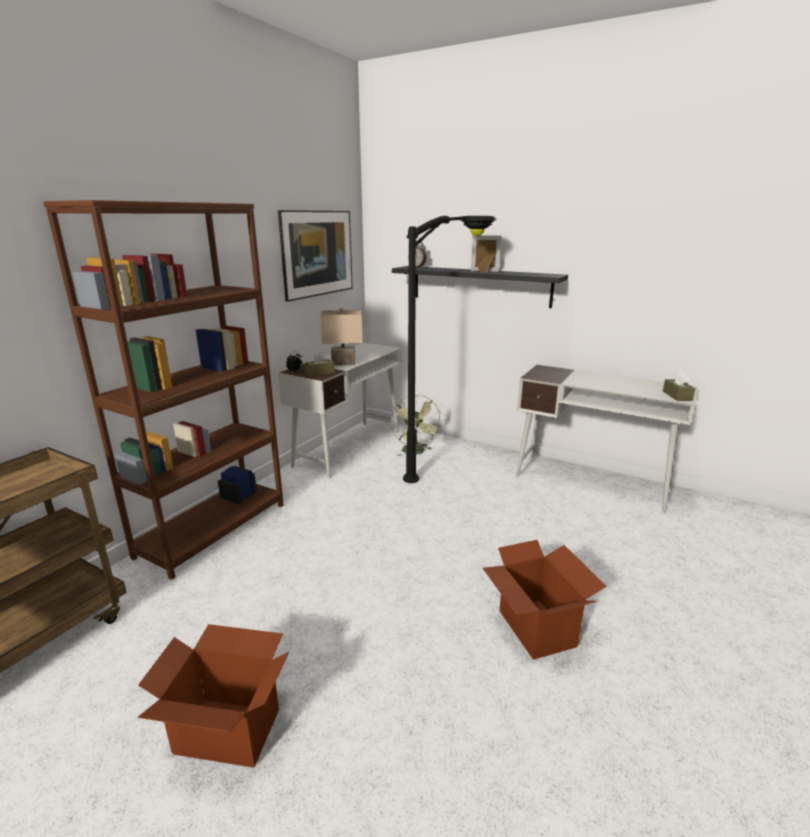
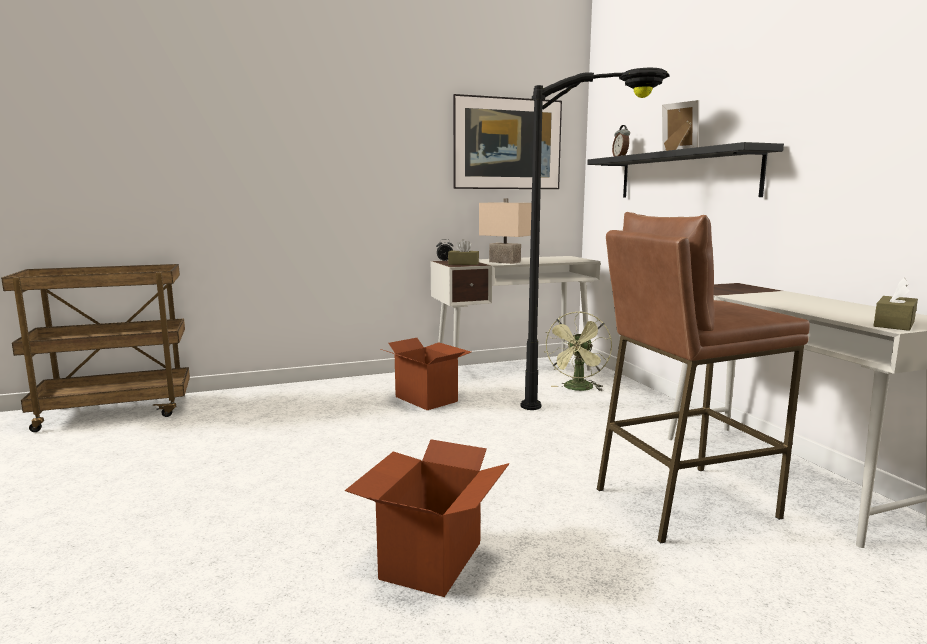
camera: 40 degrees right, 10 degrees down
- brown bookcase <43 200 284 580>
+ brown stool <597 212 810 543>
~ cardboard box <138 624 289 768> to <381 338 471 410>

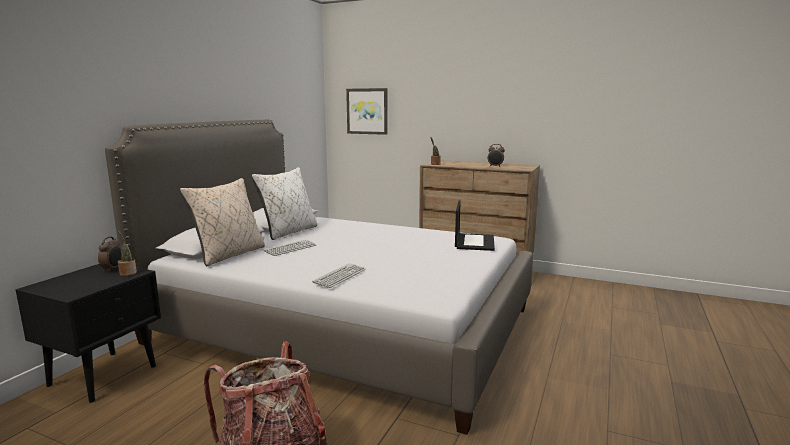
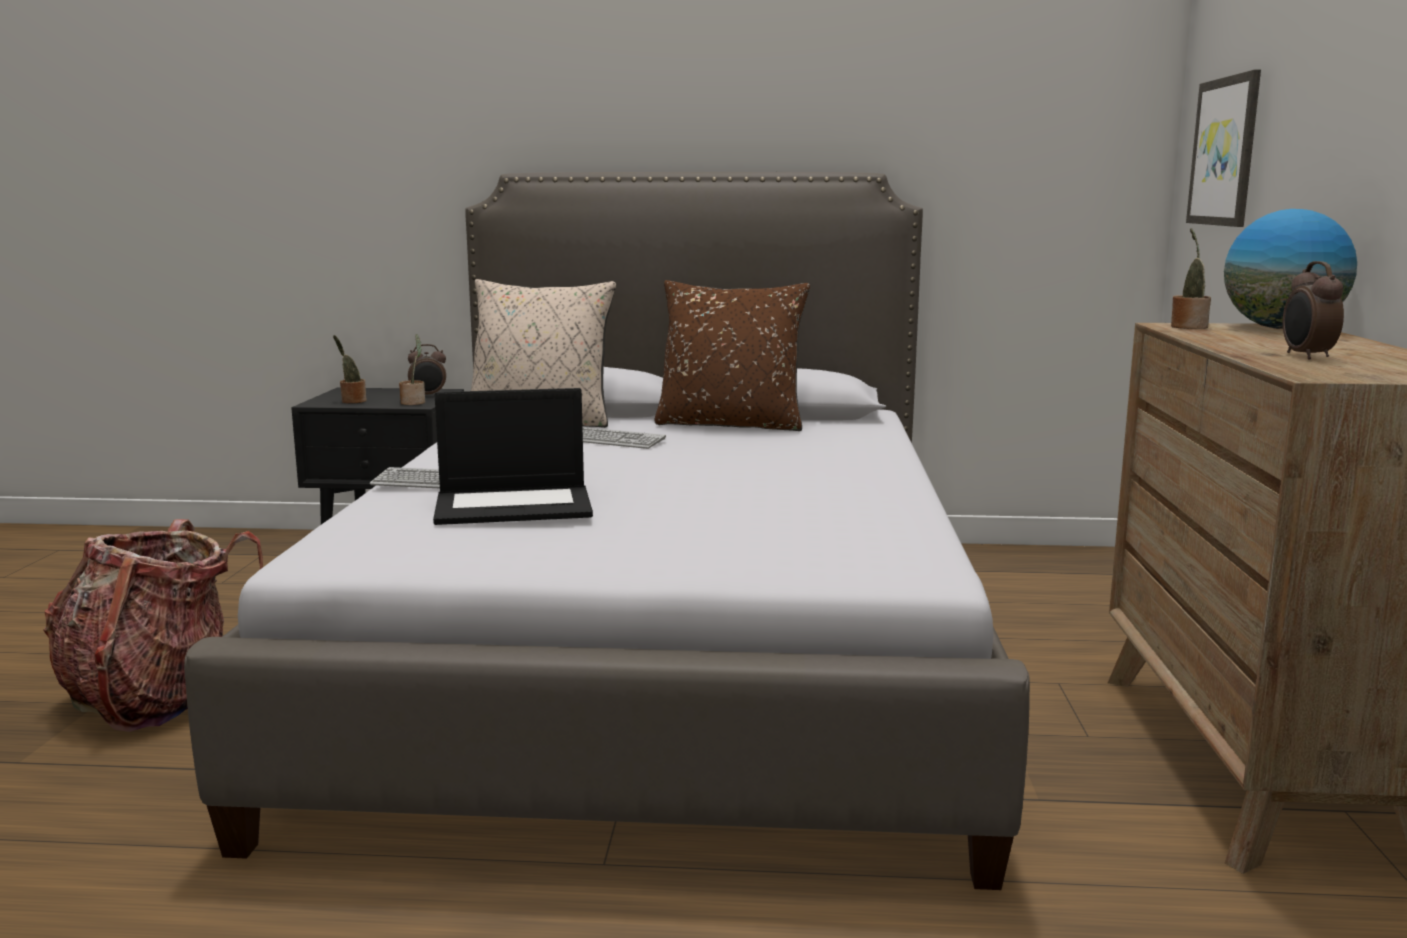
camera: 70 degrees right, 0 degrees up
+ potted plant <333 335 367 403>
+ globe <1224 209 1357 329>
~ laptop <455 201 495 251> to <433 388 593 525>
~ white pillow <252 167 317 240> to brown pillow <654 280 810 431>

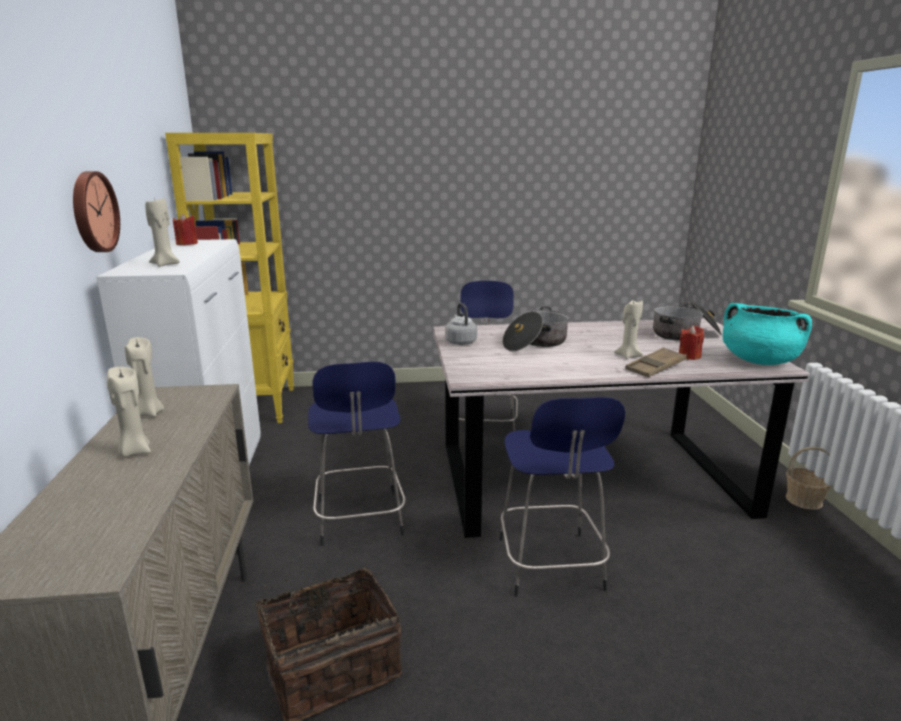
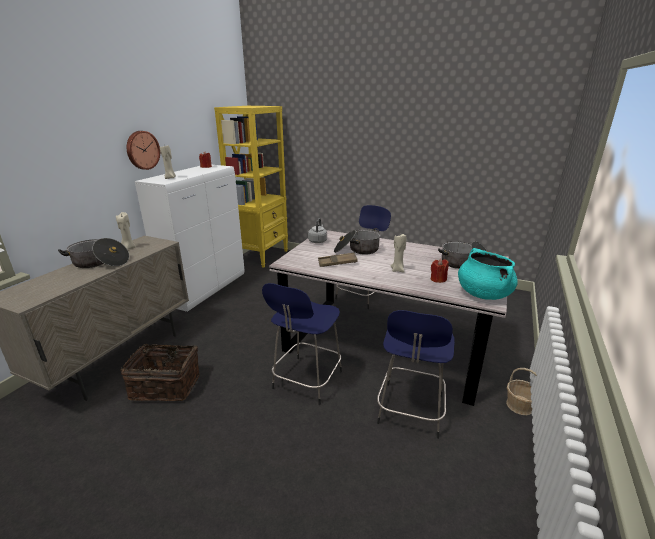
camera: 30 degrees right, 5 degrees up
~ blue stool <308 362 406 546> to <377 310 455 439>
~ brown tray <625 347 687 377> to <318 253 358 267>
~ beige candle <107 367 151 457> to cooking pot <58 238 129 268>

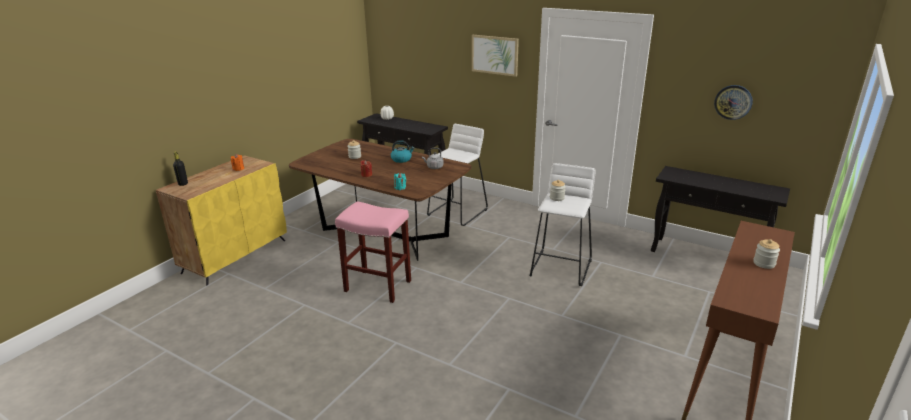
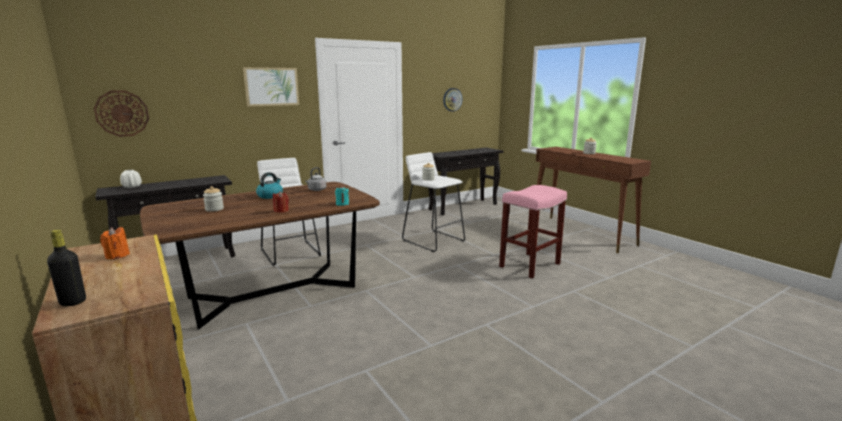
camera: 65 degrees left, 10 degrees down
+ wall clock <94 90 149 137>
~ pink stool <335 201 411 303> to <499 185 567 278>

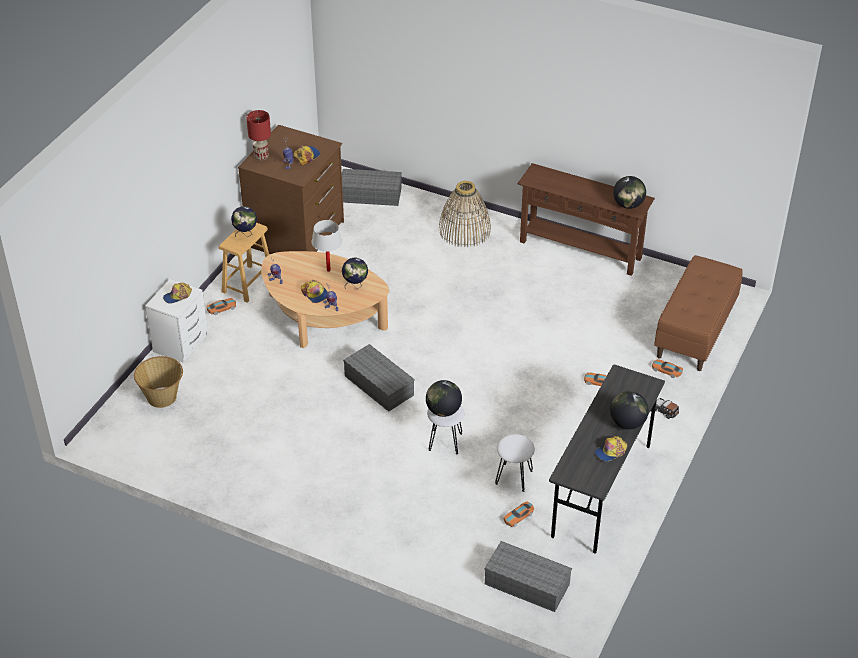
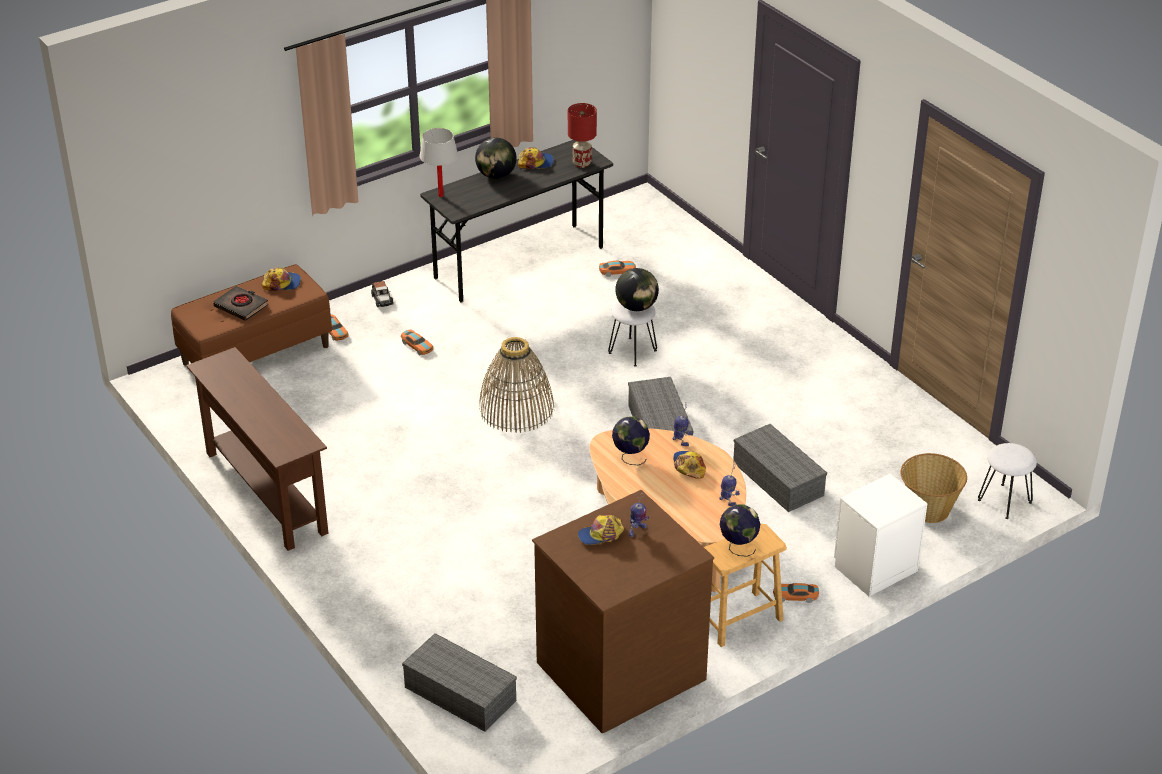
camera: 150 degrees left, 5 degrees down
- globe <613 176 646 209>
+ black book <213 286 268 321>
~ cap <163 283 192 304> to <262 267 301 291>
~ red table lamp <246 110 271 160> to <568 103 597 168>
~ white table lamp <312 220 342 272> to <419 128 458 197>
~ basket <439 181 491 247> to <479 337 554 433>
~ grey storage box <485 541 572 612> to <733 424 827 512>
~ white stool <495 434 535 492> to <978 443 1037 519>

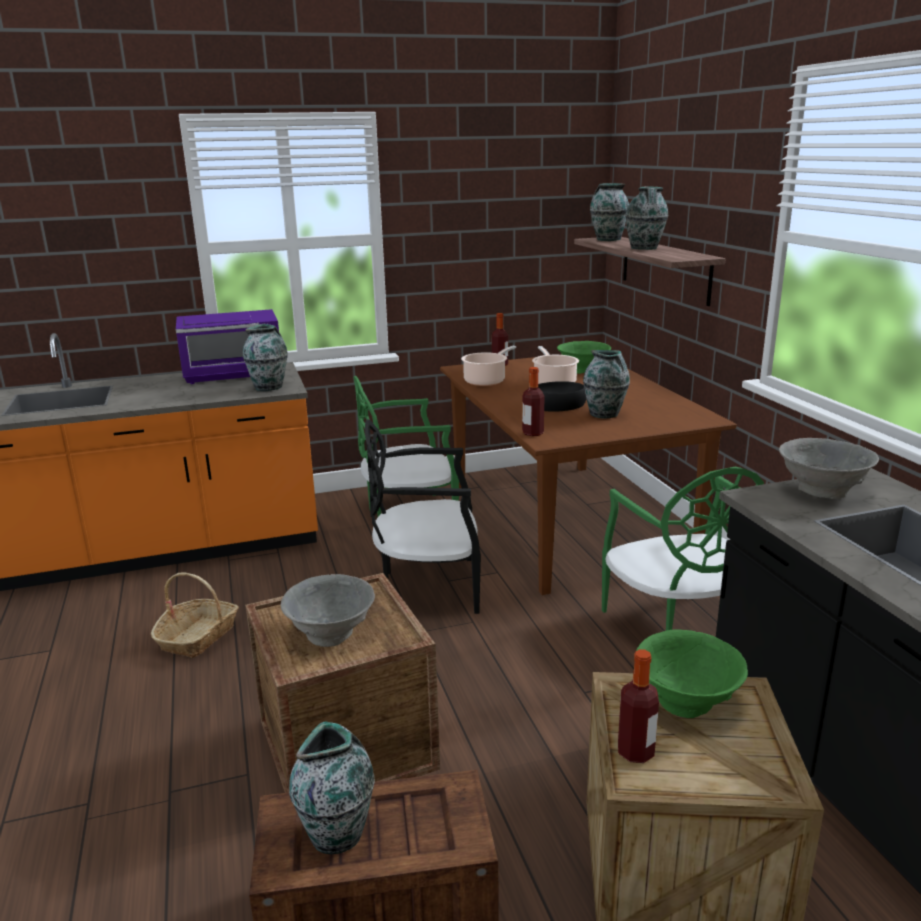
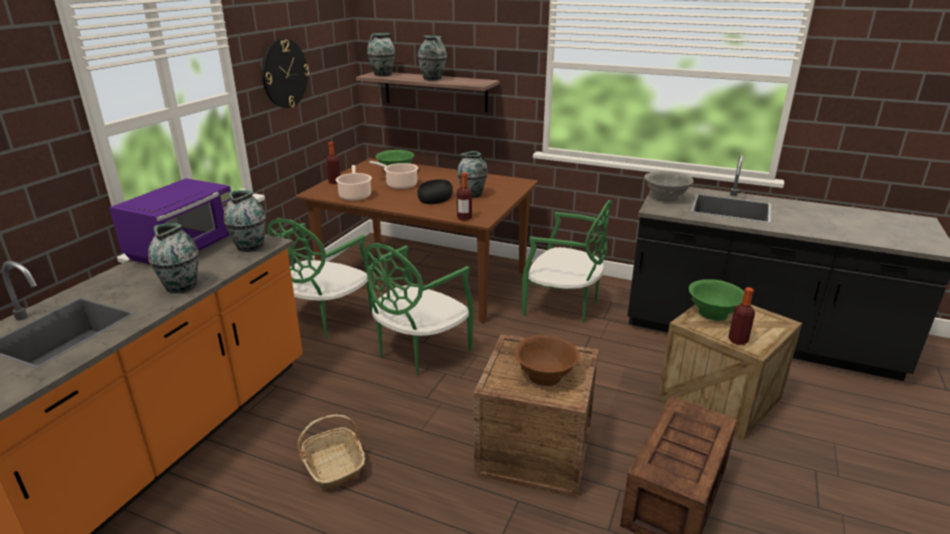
camera: 50 degrees left, 5 degrees up
+ wall clock <262 38 309 108>
~ vase <289 722 375 854> to <148 223 199 293>
~ grey bowl <281 574 375 647> to brown bowl <514 335 580 386>
~ black chair <365 420 481 614> to green chair <366 243 474 375>

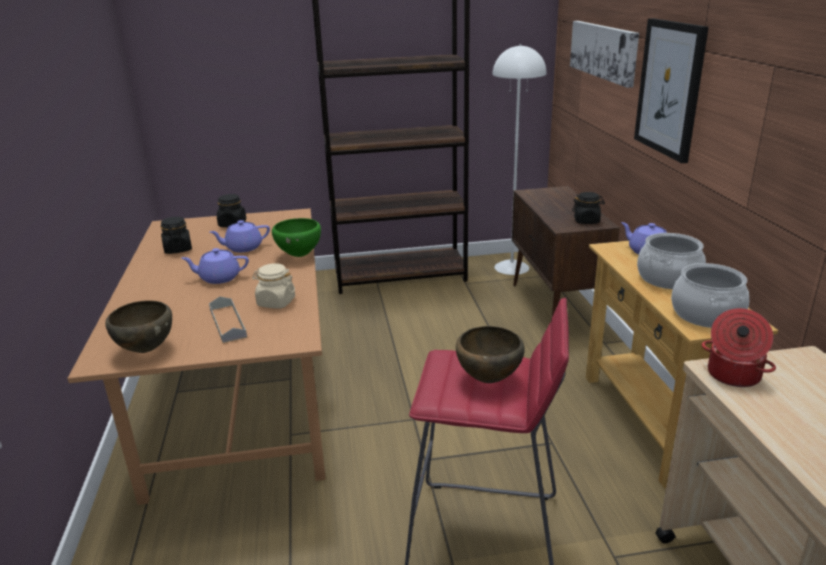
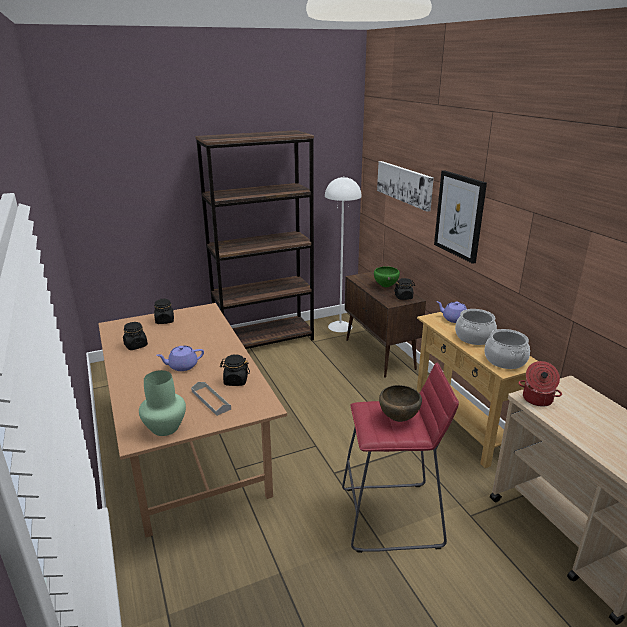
camera: 15 degrees left, 0 degrees up
- purple teapot <210 220 270 252>
~ green bowl <272 218 321 257> to <374 266 400 287>
~ brown bowl <105 300 172 353> to green vase <139 370 186 436>
~ beige jar <252 263 295 308> to black jar <220 354 250 386>

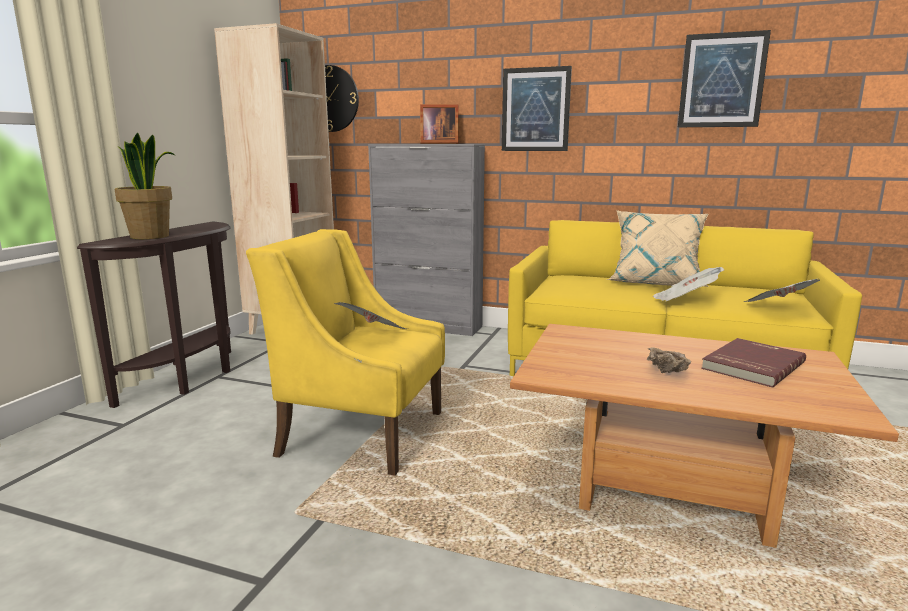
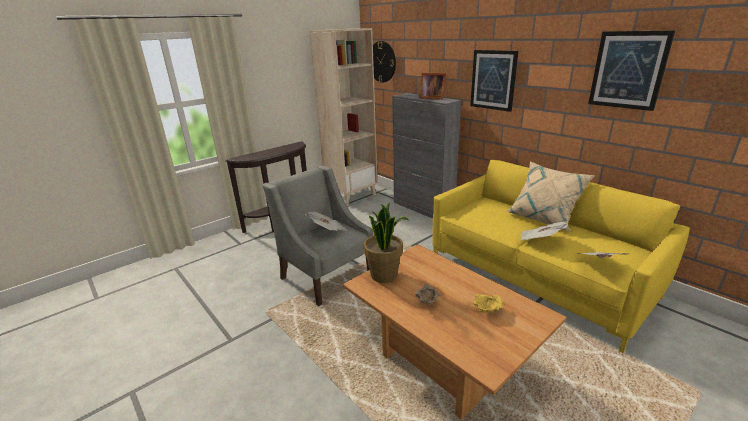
camera: 30 degrees right, 10 degrees up
~ potted plant <115 132 175 239> to <364 202 409 283>
~ red book <701 338 806 388> to yellow bowl <474 294 505 313>
~ yellow armchair <246 229 445 476> to grey armchair <262 166 373 306>

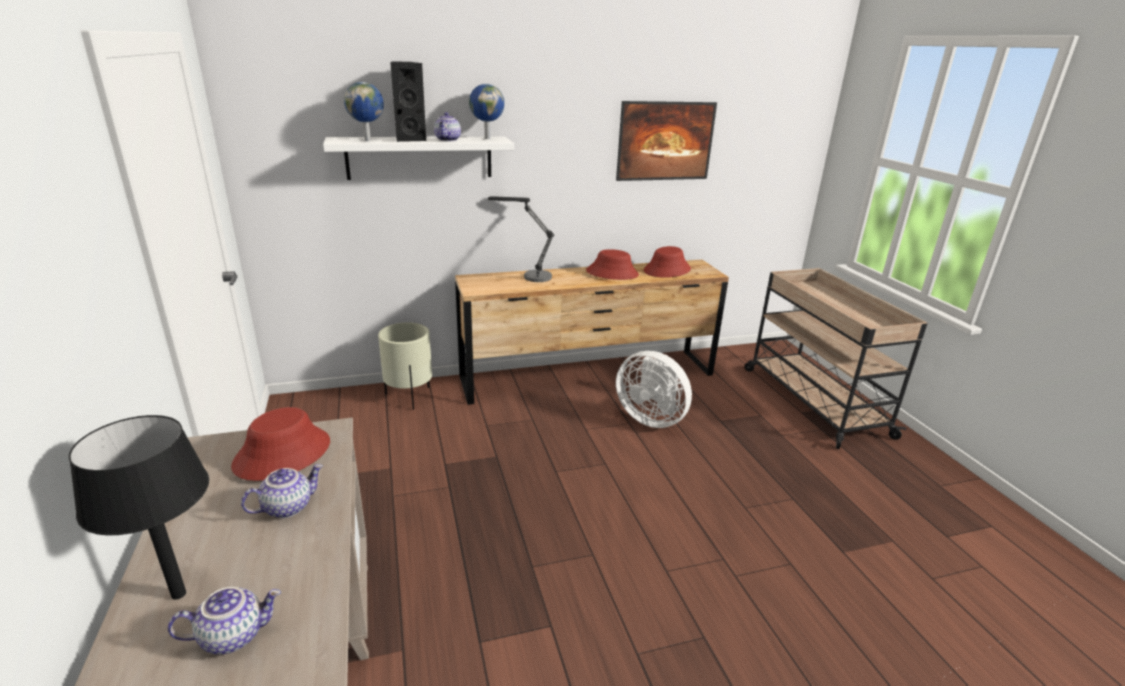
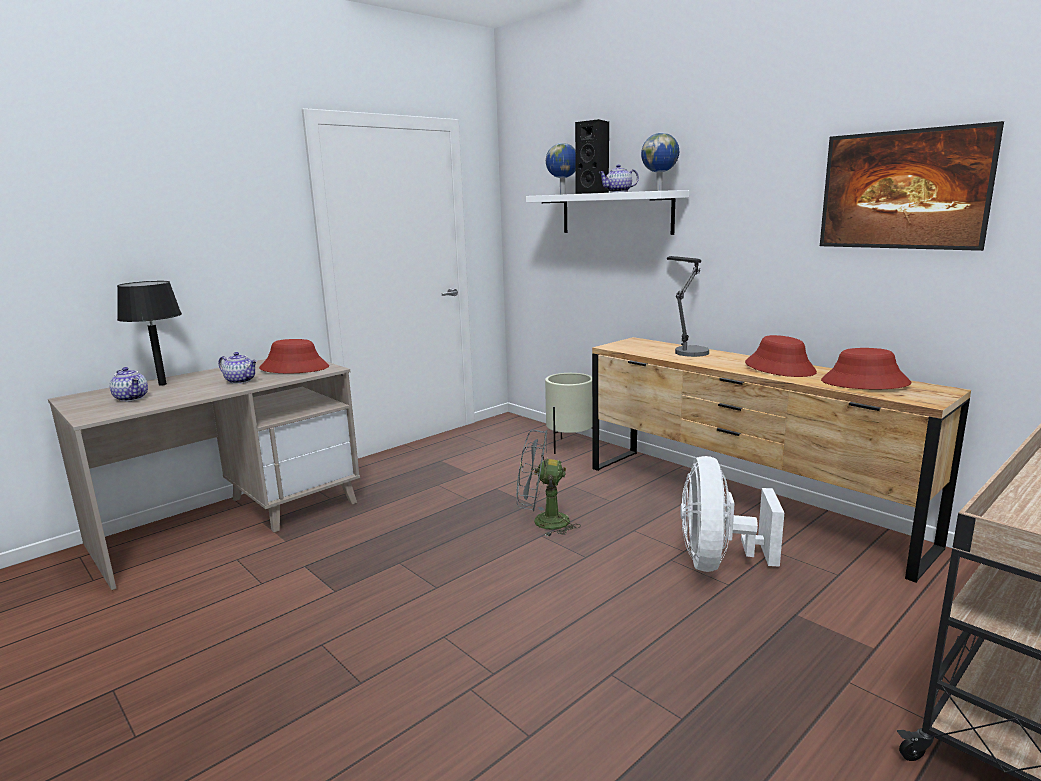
camera: 65 degrees right, 10 degrees down
+ grey fan <517 429 581 537>

